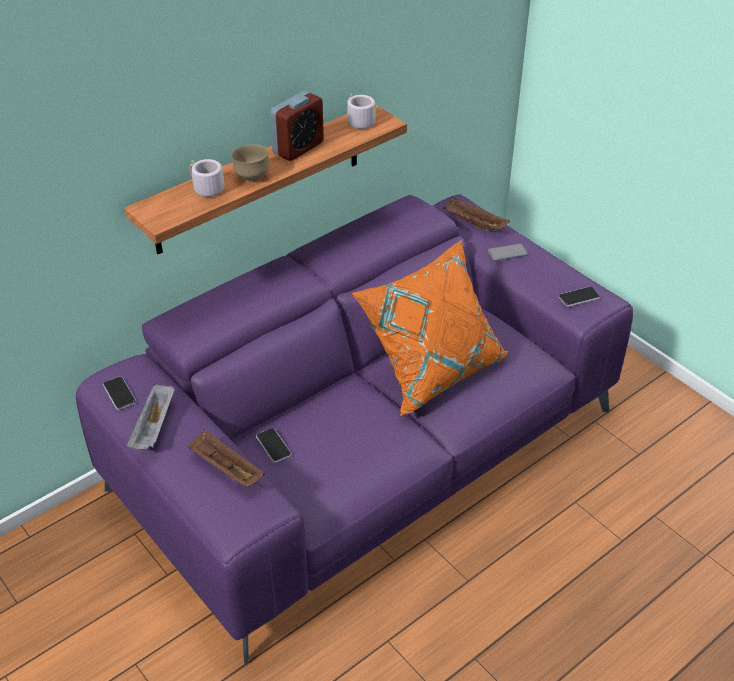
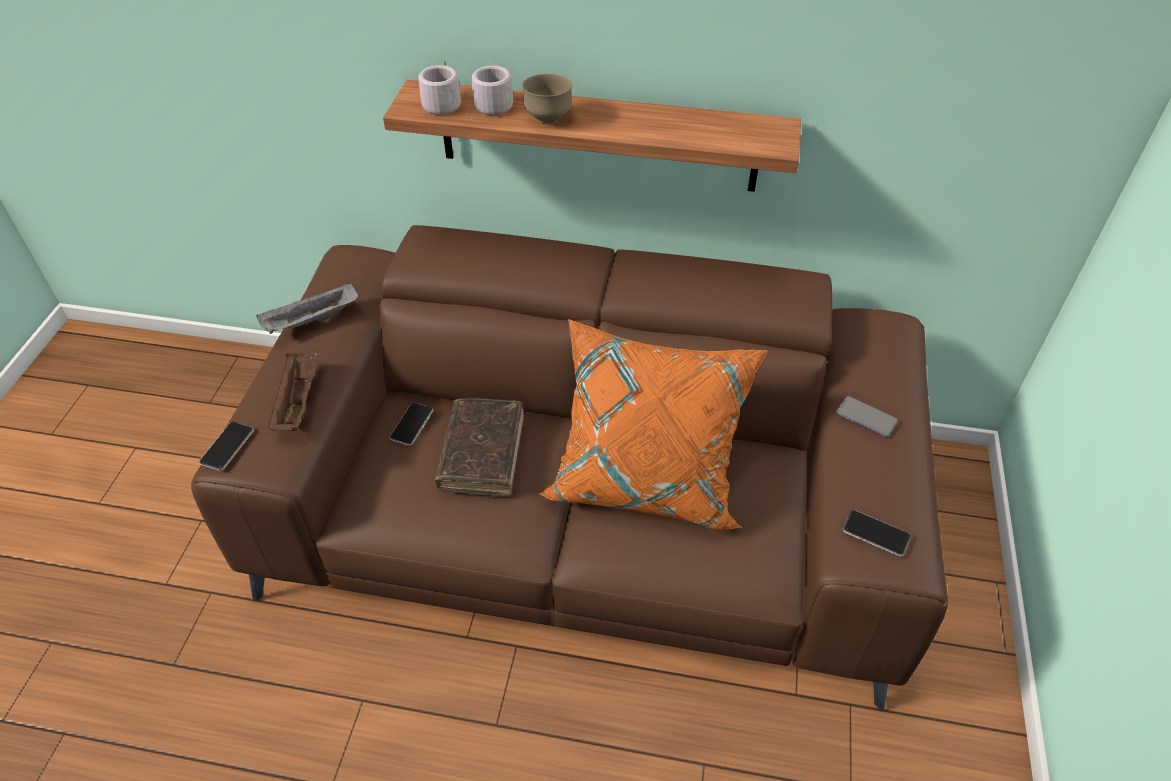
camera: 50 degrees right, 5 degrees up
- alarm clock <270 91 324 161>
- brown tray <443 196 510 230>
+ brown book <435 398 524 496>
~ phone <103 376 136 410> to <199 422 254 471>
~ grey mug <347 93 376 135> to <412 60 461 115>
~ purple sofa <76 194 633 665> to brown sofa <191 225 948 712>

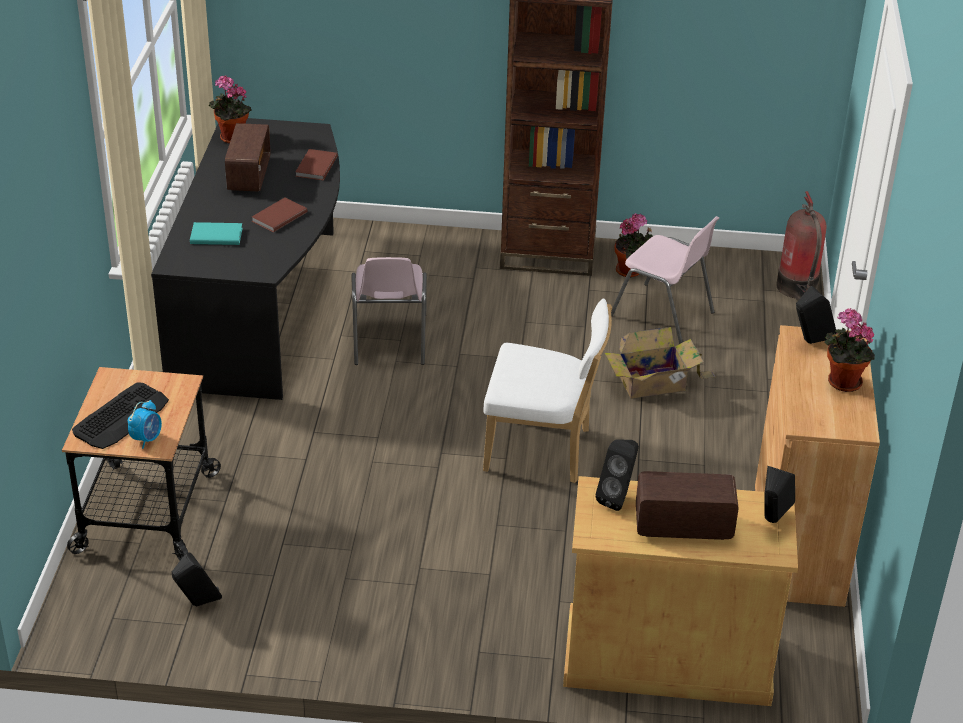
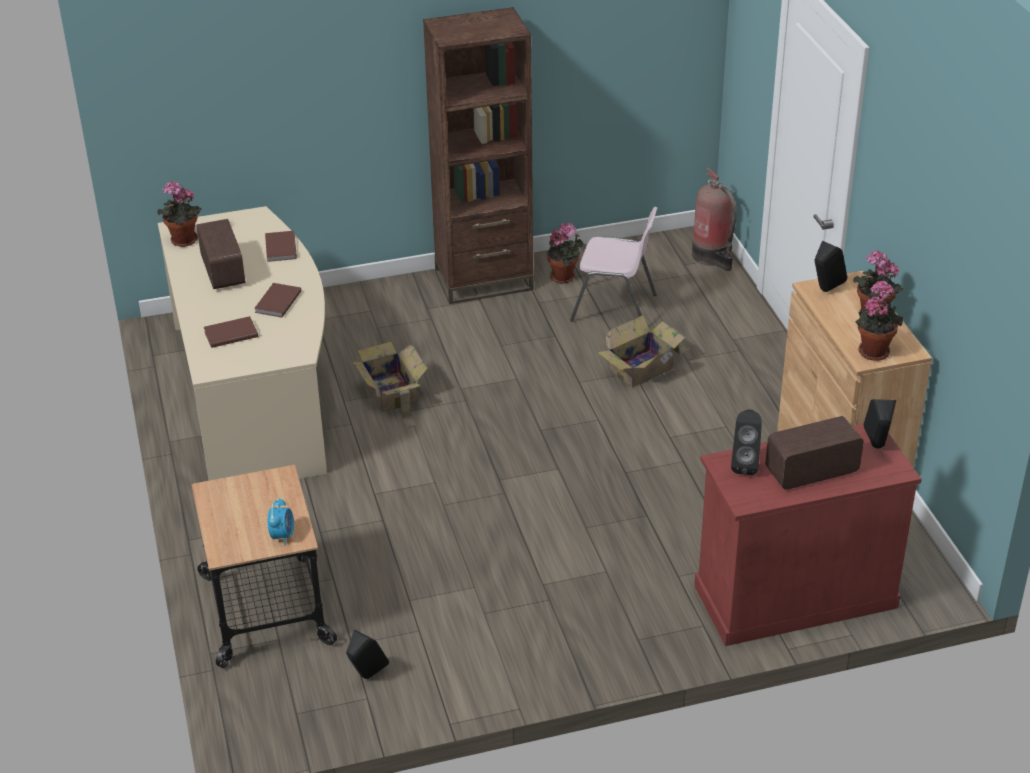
camera: 20 degrees left, 0 degrees up
- keyboard <72 382 169 449>
- white chair <483 298 612 483>
+ potted plant <855 281 903 361>
~ pink chair <351 257 427 365> to cardboard box <351 342 428 428>
~ black desk <151 118 340 400> to beige desk <158 206 327 481>
~ turquoise book <190 222 243 245> to brown book <204 316 258 348>
~ beige cabinet <563 476 798 706> to red cabinet <694 424 922 646>

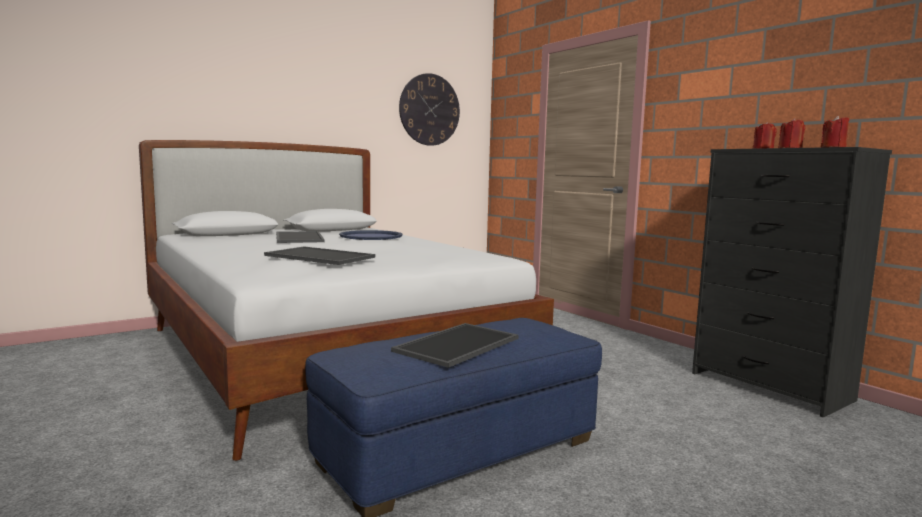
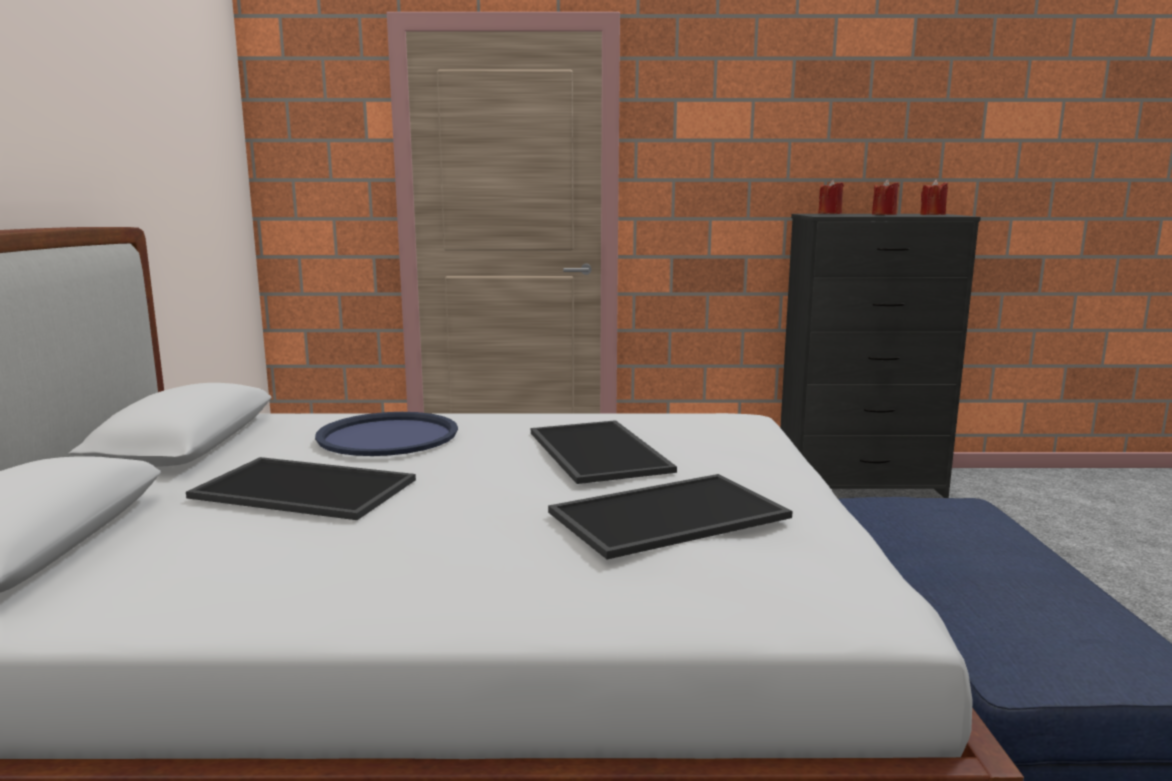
camera: 55 degrees left, 5 degrees up
- wall clock <399 73 460 146>
~ tray <391 323 519 368> to <531 420 677 484>

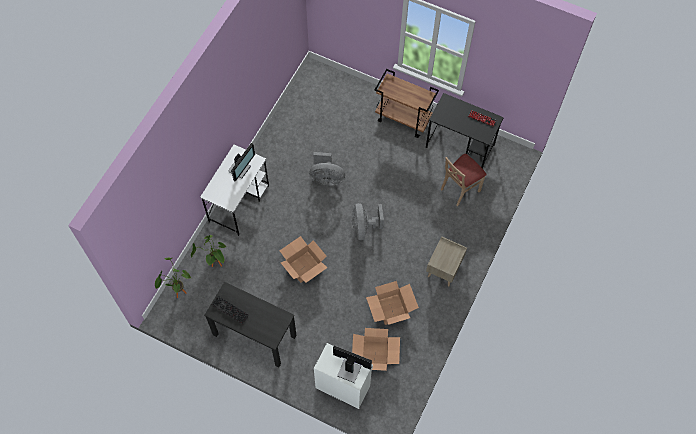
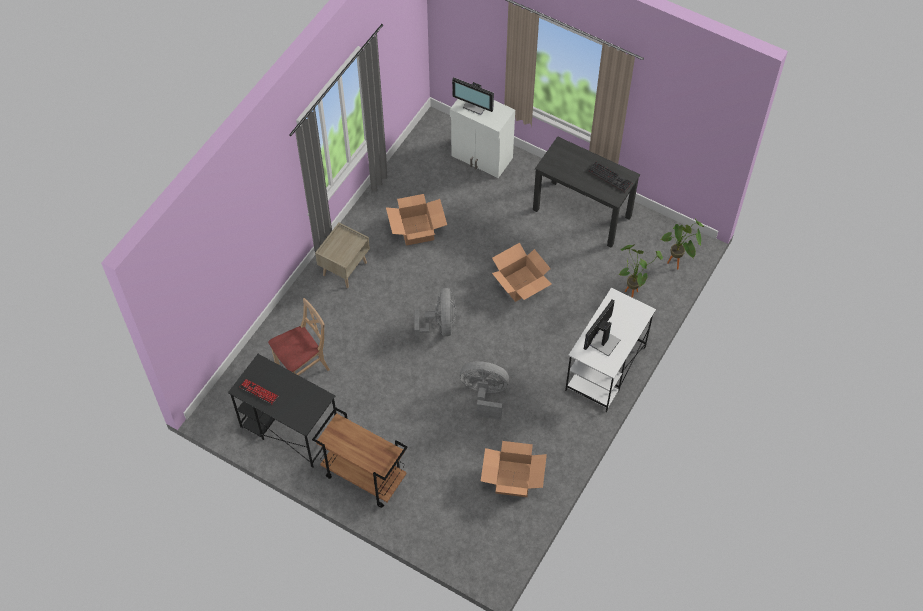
camera: 175 degrees left, 5 degrees down
~ cardboard box <352 328 400 371> to <481 441 547 497>

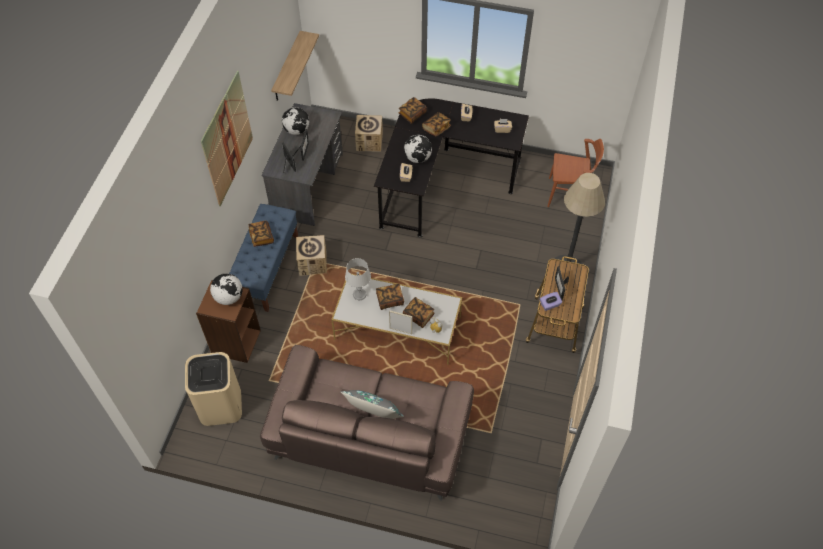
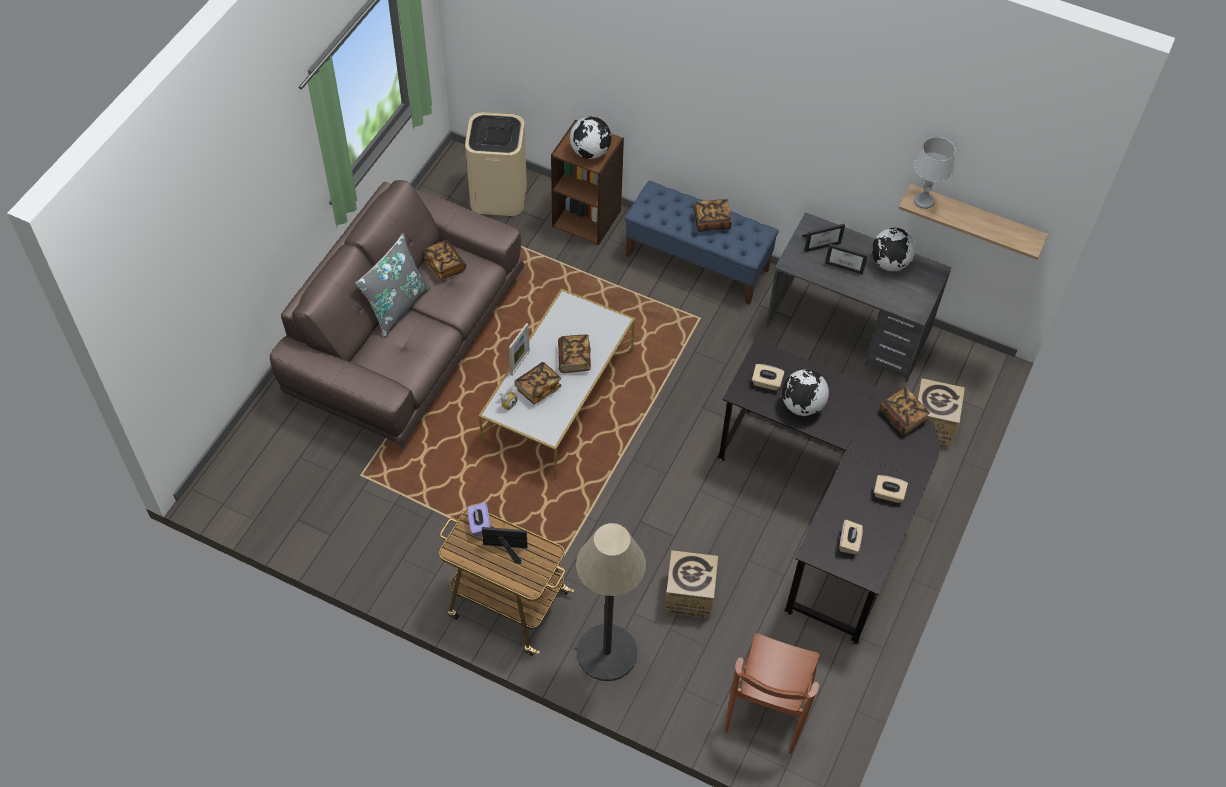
camera: 100 degrees right, 0 degrees up
- picture <201 71 253 206>
~ cardboard box <296 235 327 276> to <665 550 718 619>
~ grey table lamp <345 258 371 300> to <914 137 955 209>
~ book <422 112 451 137> to <424 240 466 280>

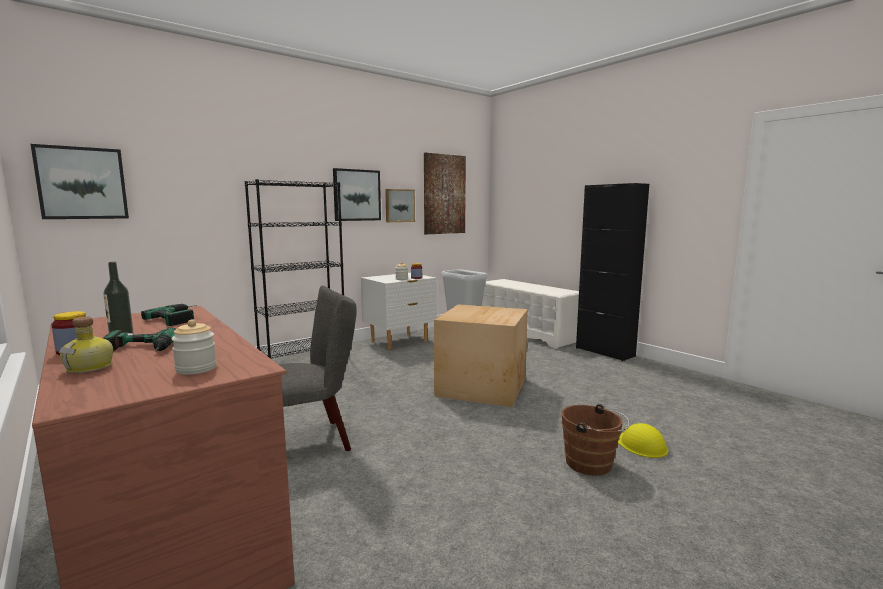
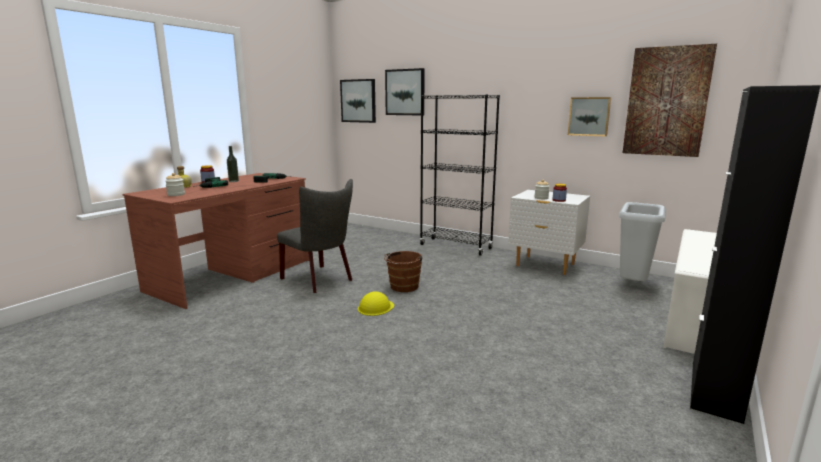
camera: 70 degrees right, 5 degrees up
- cardboard box <434 304 528 407>
~ picture <333 168 381 221> to <385 68 425 115>
~ brown bucket <561 404 630 476> to <384 251 423 292>
~ yellow hard hat <618 423 668 458> to <358 291 394 316>

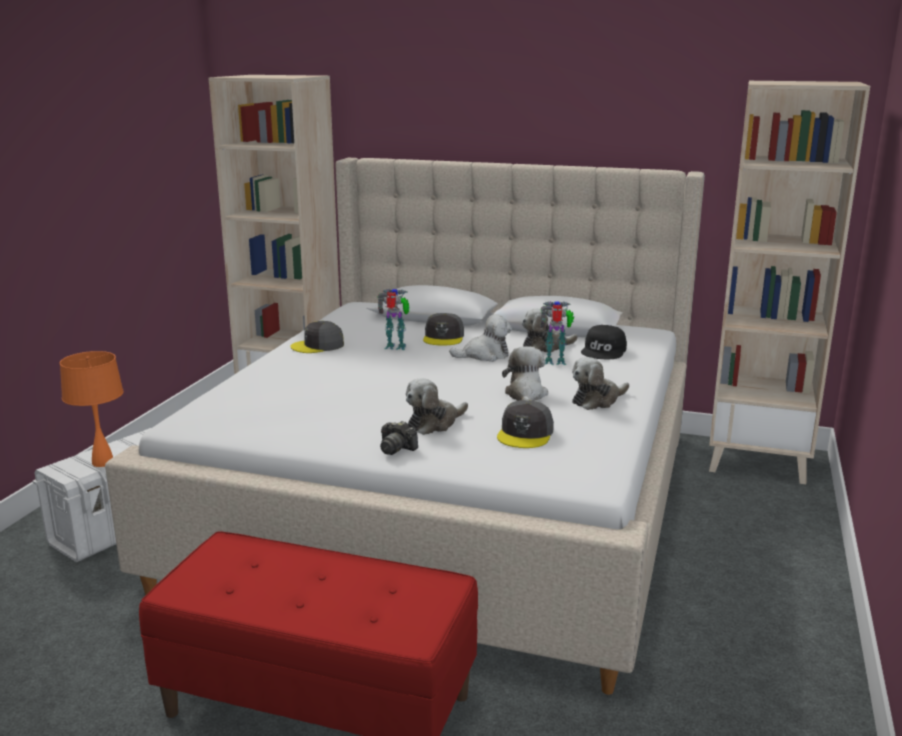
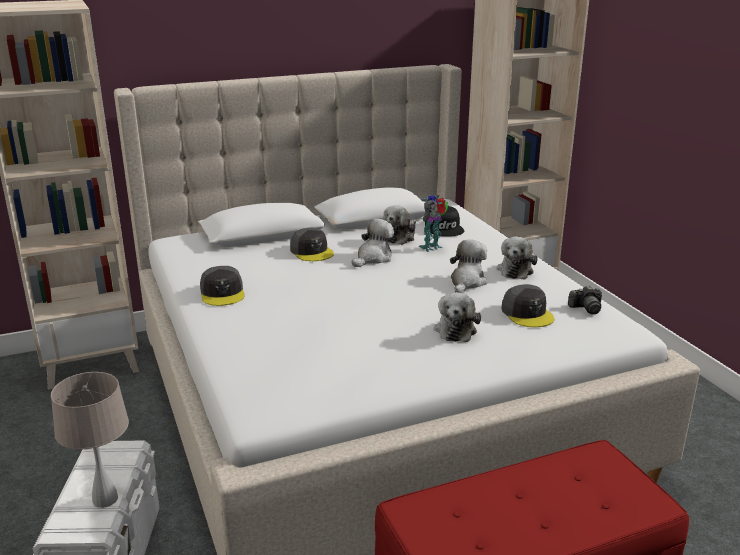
camera: 40 degrees left, 5 degrees up
- toy robot <377 289 410 350>
~ photo camera <380 421 418 455> to <568 286 602 314>
~ orange table lamp <60 351 124 467> to beige table lamp <51 372 129 508>
~ grey cap <290 321 344 353> = <200 266 245 306> 45 degrees counterclockwise
~ plush toy <502 346 548 401> = <450 240 487 293> 60 degrees clockwise

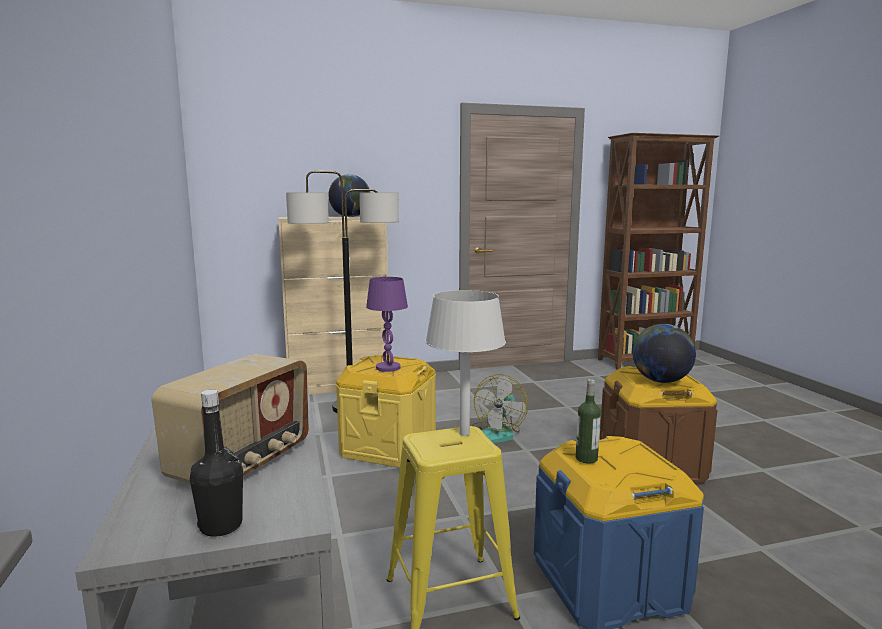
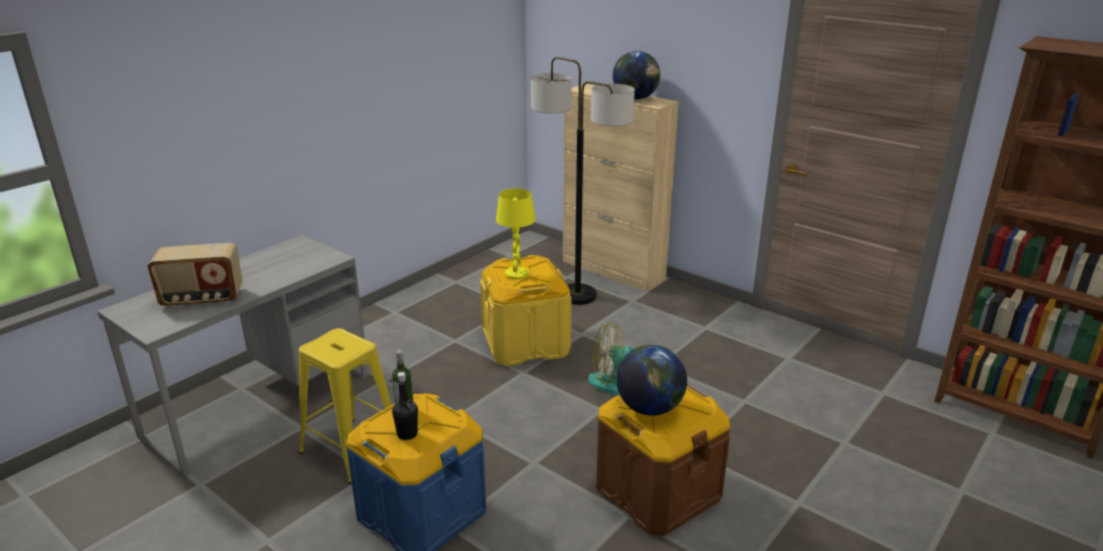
camera: 55 degrees right, 15 degrees up
- grey table lamp <426 290 506 436>
~ black bottle <190 389 243 537> to <392 372 418 440>
~ purple table lamp <366 277 408 372> to yellow table lamp <496 188 536 280>

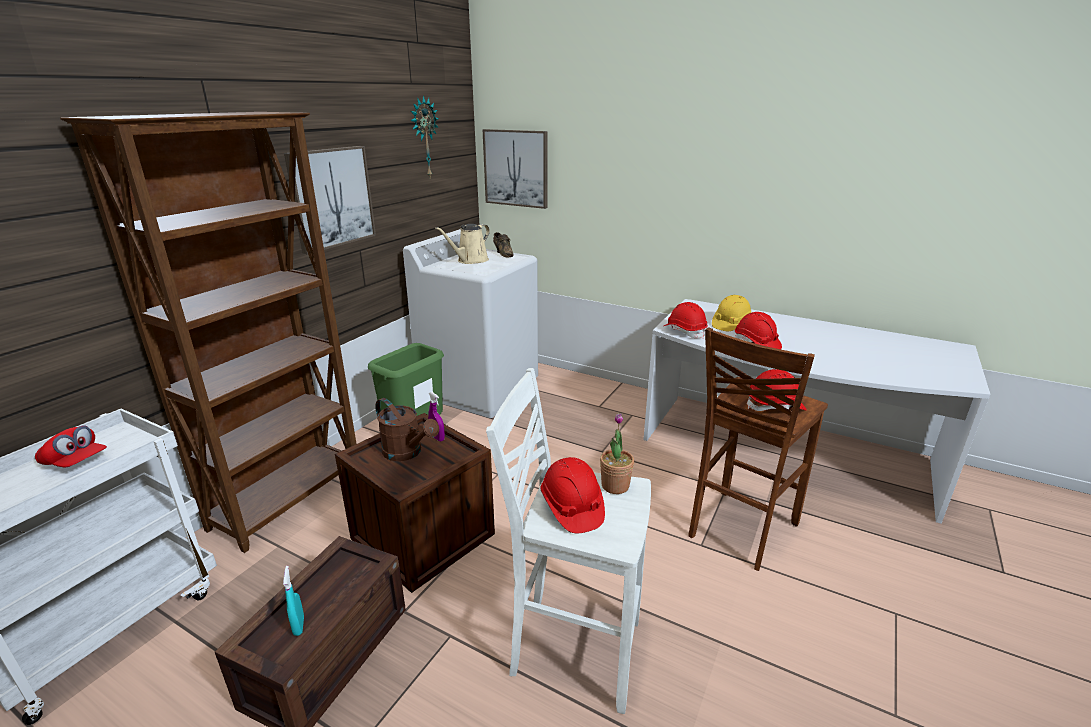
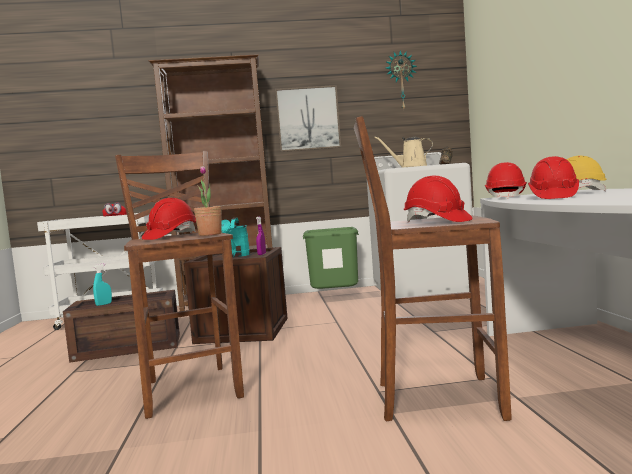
camera: 55 degrees right, 20 degrees down
- picture <483 129 548 209>
~ brown watering can <375 398 439 461> to turquoise watering can <221 218 250 258>
~ white stool <486 368 651 714> to brown stool <115 151 244 419>

